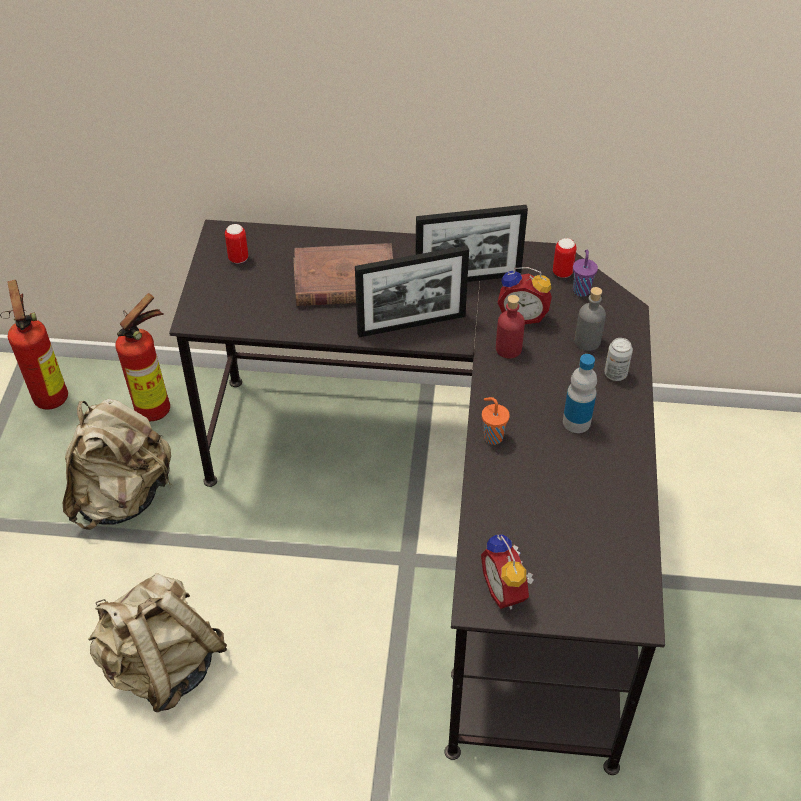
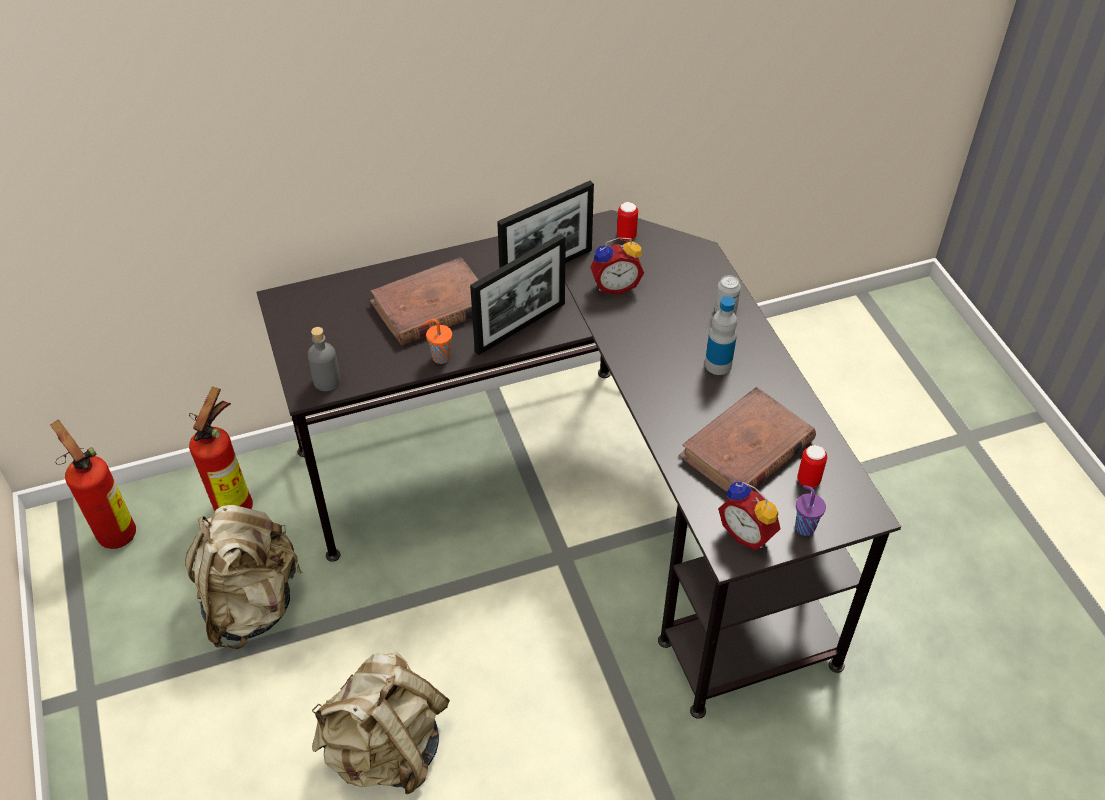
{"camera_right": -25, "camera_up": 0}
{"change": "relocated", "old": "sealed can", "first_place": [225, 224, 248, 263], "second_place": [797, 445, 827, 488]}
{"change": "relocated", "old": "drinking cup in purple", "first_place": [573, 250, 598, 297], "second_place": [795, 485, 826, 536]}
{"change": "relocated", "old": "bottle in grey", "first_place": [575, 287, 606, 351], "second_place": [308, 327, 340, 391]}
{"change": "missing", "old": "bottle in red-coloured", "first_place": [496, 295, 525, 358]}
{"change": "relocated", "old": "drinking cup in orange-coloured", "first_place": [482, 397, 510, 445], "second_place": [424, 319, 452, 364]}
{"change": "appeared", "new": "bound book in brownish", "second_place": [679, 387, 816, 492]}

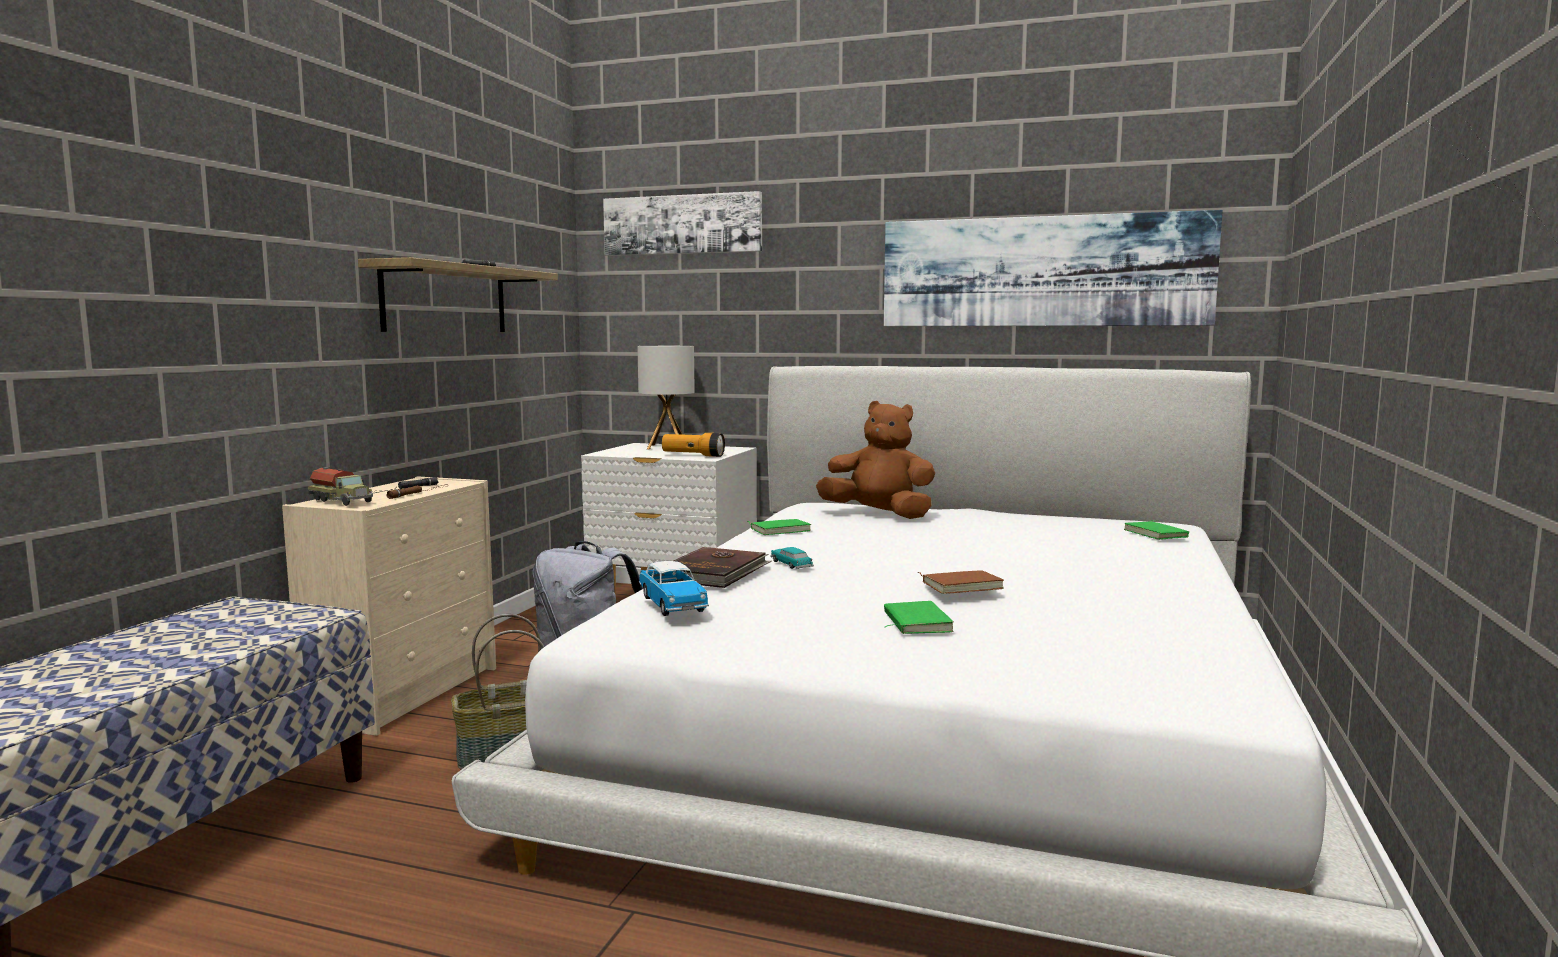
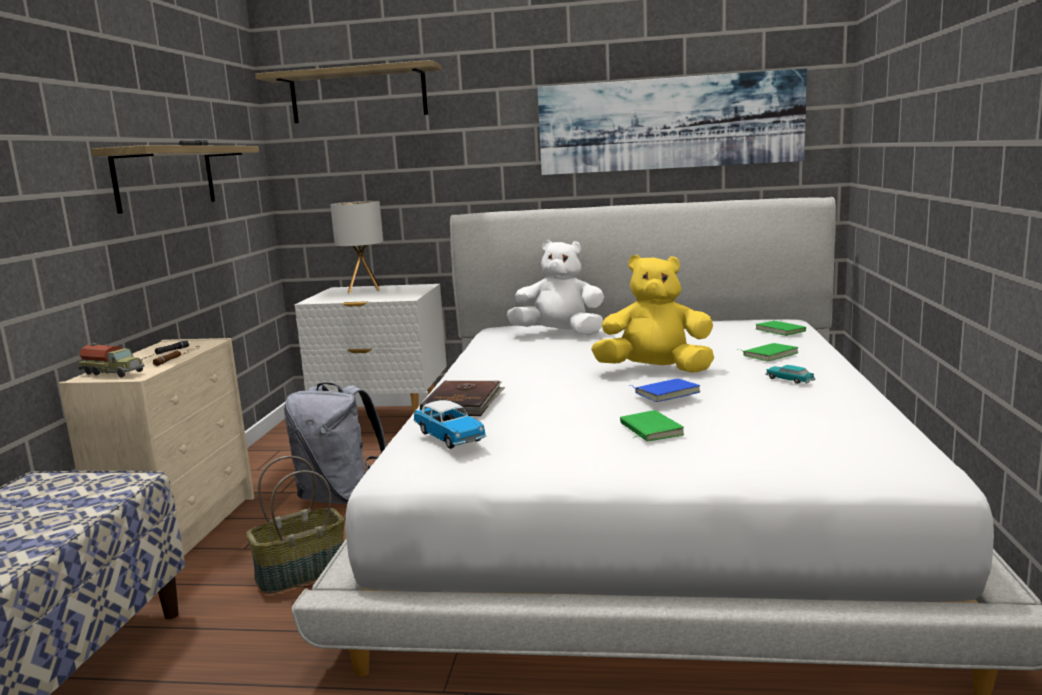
{"camera_right": -10, "camera_up": 5}
{"change": "exchanged", "old": "wall picture", "new": "wall shelf", "first_place": [603, 191, 762, 256], "second_place": [255, 60, 442, 123]}
{"change": "colour", "old": "soft toy in brownish", "new": "soft toy in white-coloured", "first_place": [816, 401, 935, 519], "second_place": [506, 240, 604, 335]}
{"change": "missing", "old": "torch", "first_place": [662, 433, 725, 457]}
{"change": "relocated", "old": "bound book in greenish", "first_place": [749, 519, 811, 535], "second_place": [737, 343, 798, 361]}
{"change": "relocated", "old": "miniature car", "first_place": [770, 547, 814, 569], "second_place": [765, 365, 816, 384]}
{"change": "colour", "old": "bound book in brownish", "new": "bound book in bluish", "first_place": [917, 570, 1004, 594], "second_place": [629, 379, 700, 402]}
{"change": "appeared", "new": "soft toy in yellowish", "second_place": [591, 255, 714, 373]}

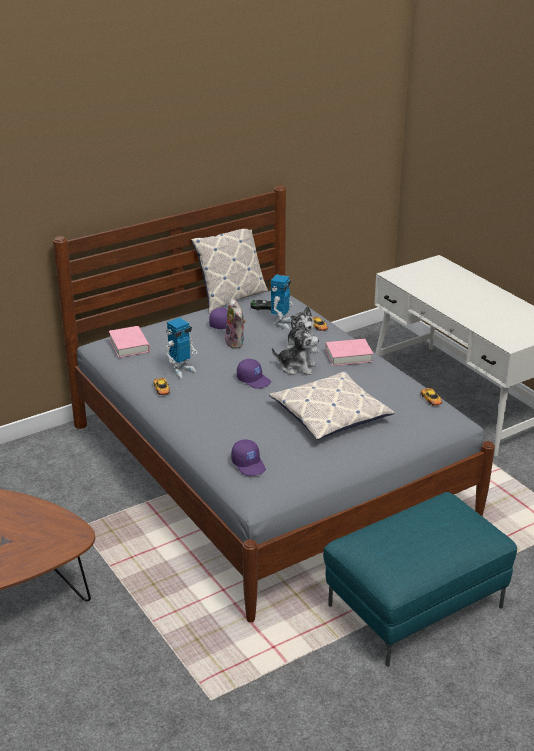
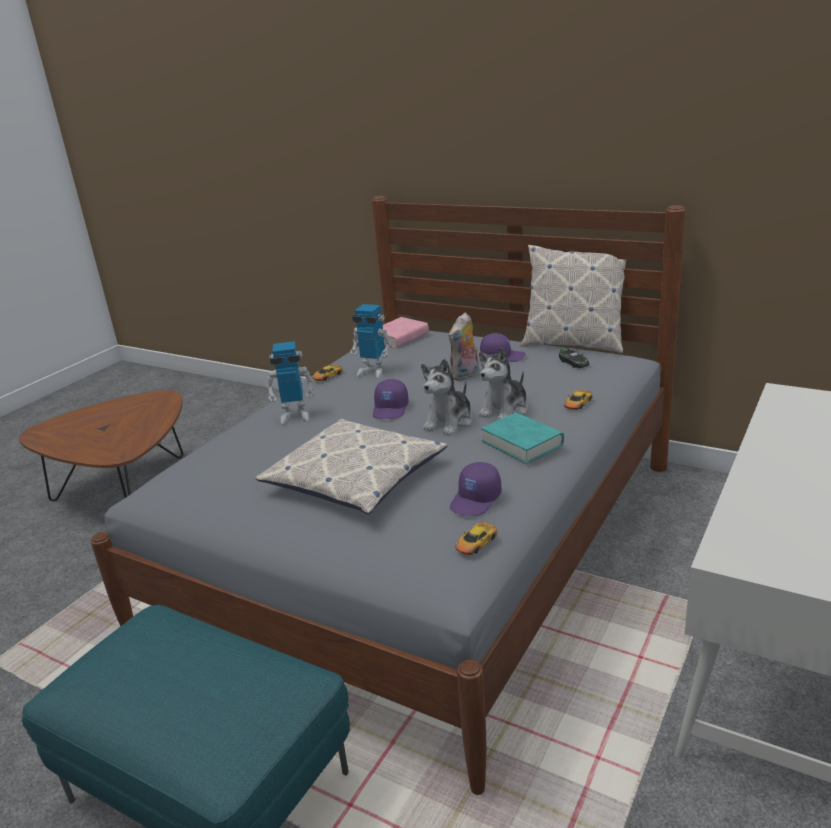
{"camera_right": 65, "camera_up": -5}
{"change": "relocated", "old": "robot figure", "first_place": [271, 275, 293, 329], "second_place": [267, 341, 315, 425]}
{"change": "spun", "old": "soft toy", "first_place": [272, 323, 319, 375], "second_place": [421, 359, 473, 435], "degrees": 45}
{"change": "colour", "old": "bound book in pinkish", "new": "bound book in blue-green", "first_place": [325, 339, 373, 366], "second_place": [481, 412, 564, 464]}
{"change": "relocated", "old": "baseball cap in purple", "first_place": [231, 439, 266, 476], "second_place": [450, 462, 502, 516]}

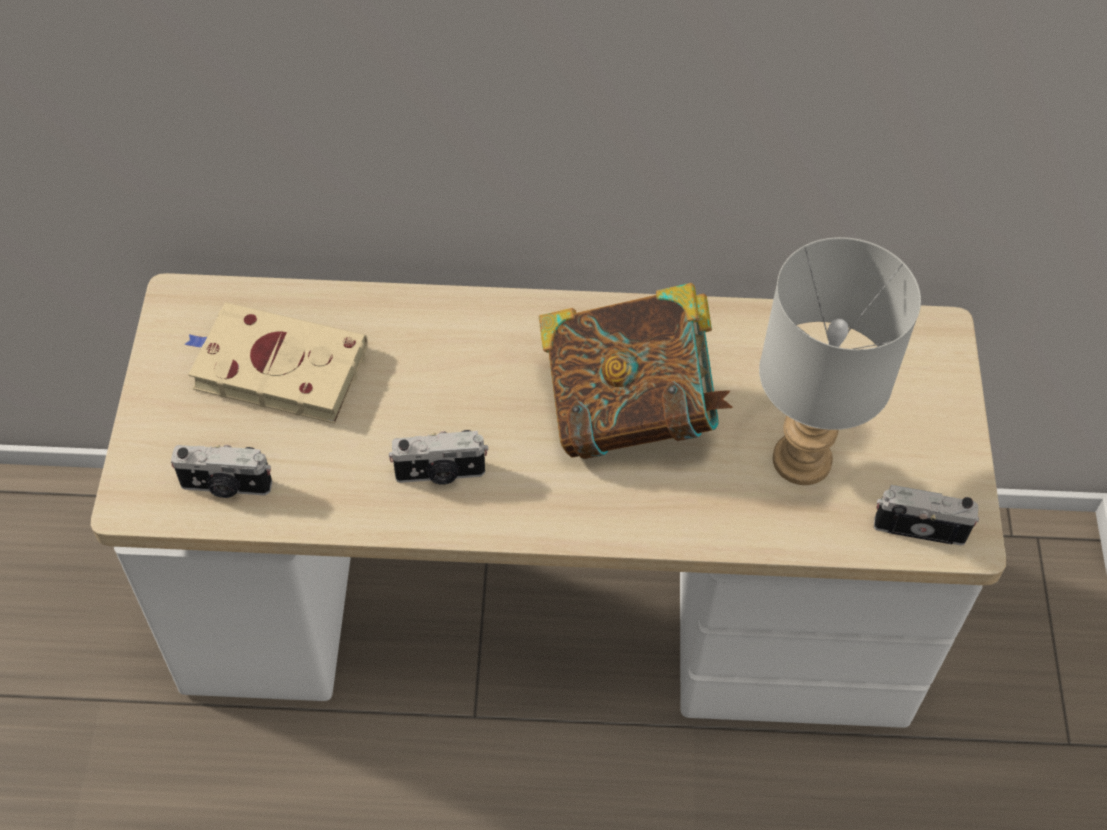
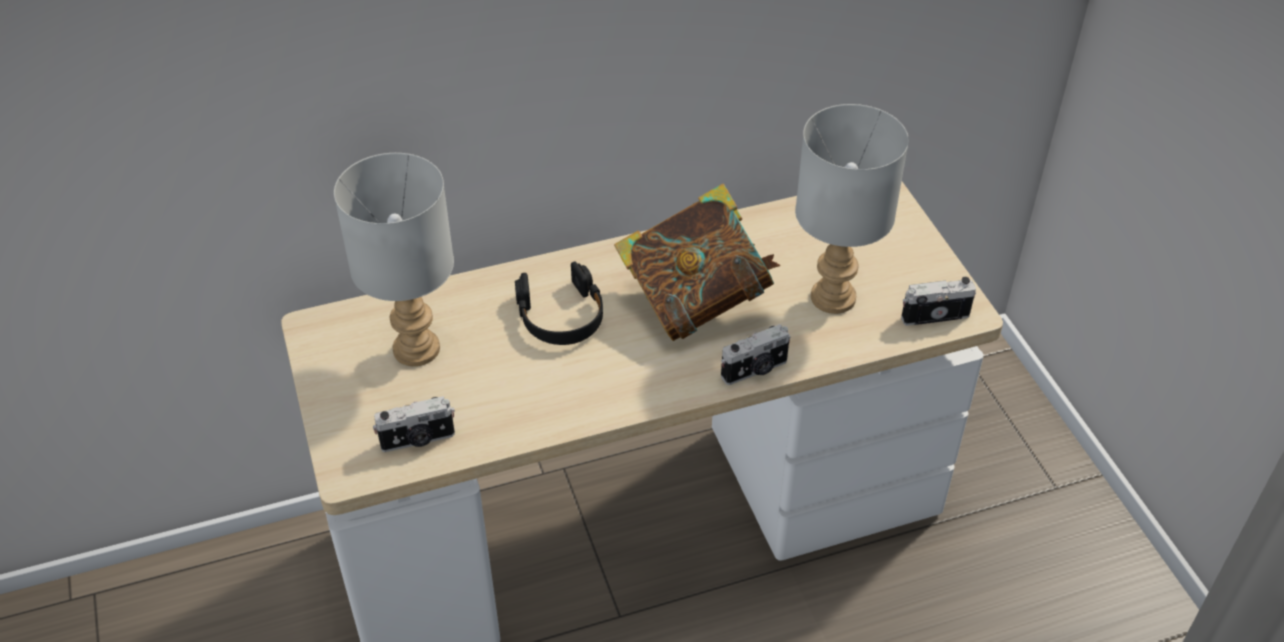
{"camera_right": -20, "camera_up": -10}
{"change": "exchanged", "old": "bound book in beige", "new": "table lamp in grey", "first_place": [184, 302, 368, 424], "second_place": [334, 153, 454, 366]}
{"change": "relocated", "old": "still camera", "first_place": [389, 430, 488, 485], "second_place": [721, 324, 790, 385]}
{"change": "appeared", "new": "headphones in blackish", "second_place": [515, 262, 603, 345]}

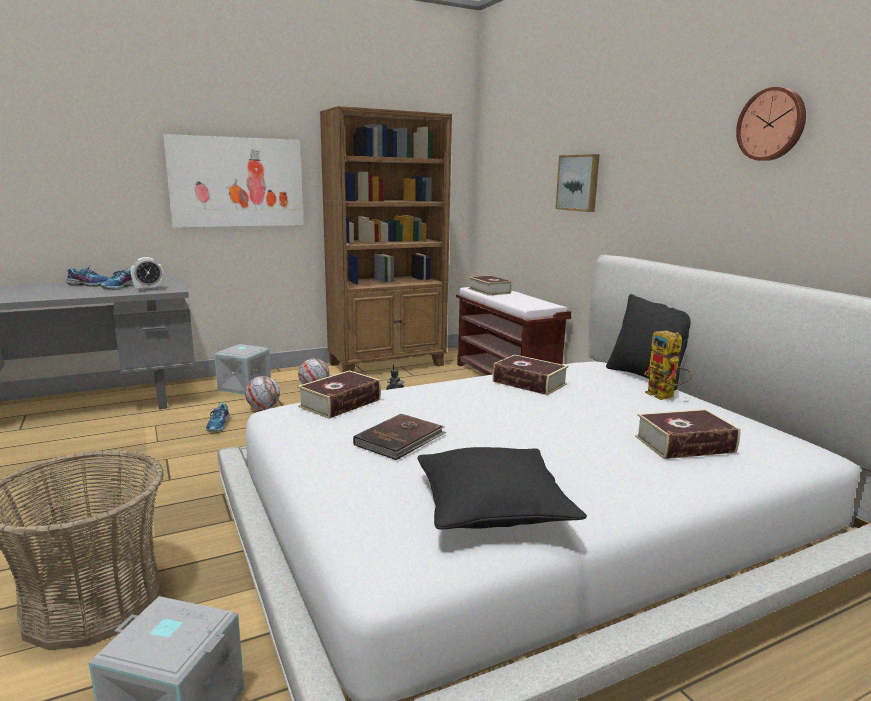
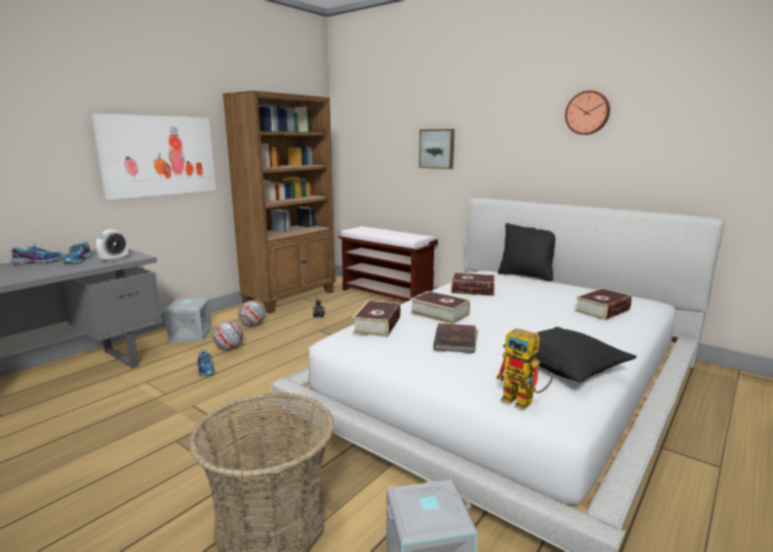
{"camera_right": -25, "camera_up": 0}
{"change": "relocated", "old": "bound book", "first_place": [468, 275, 512, 296], "second_place": [410, 291, 470, 324]}
{"change": "relocated", "old": "robot figure", "first_place": [644, 331, 692, 400], "second_place": [496, 328, 553, 409]}

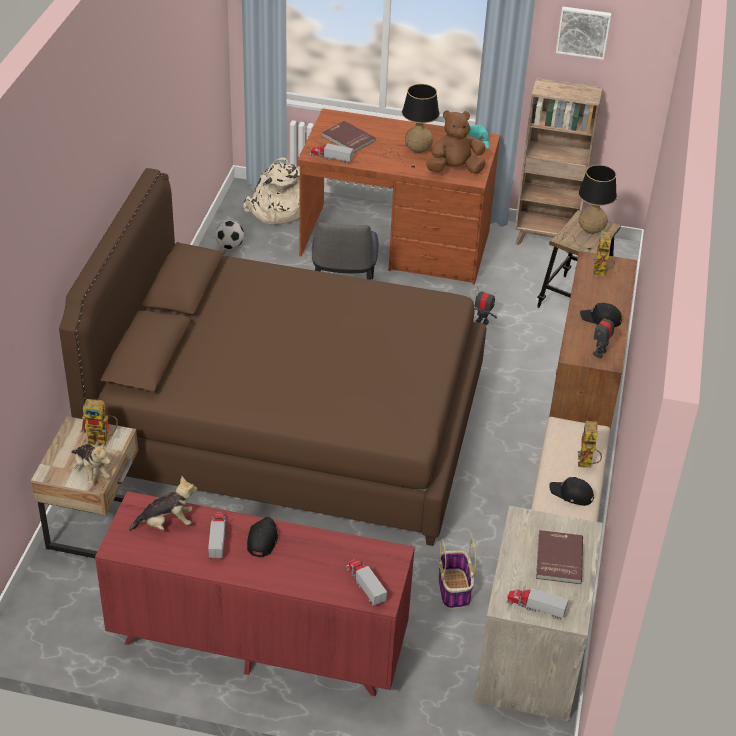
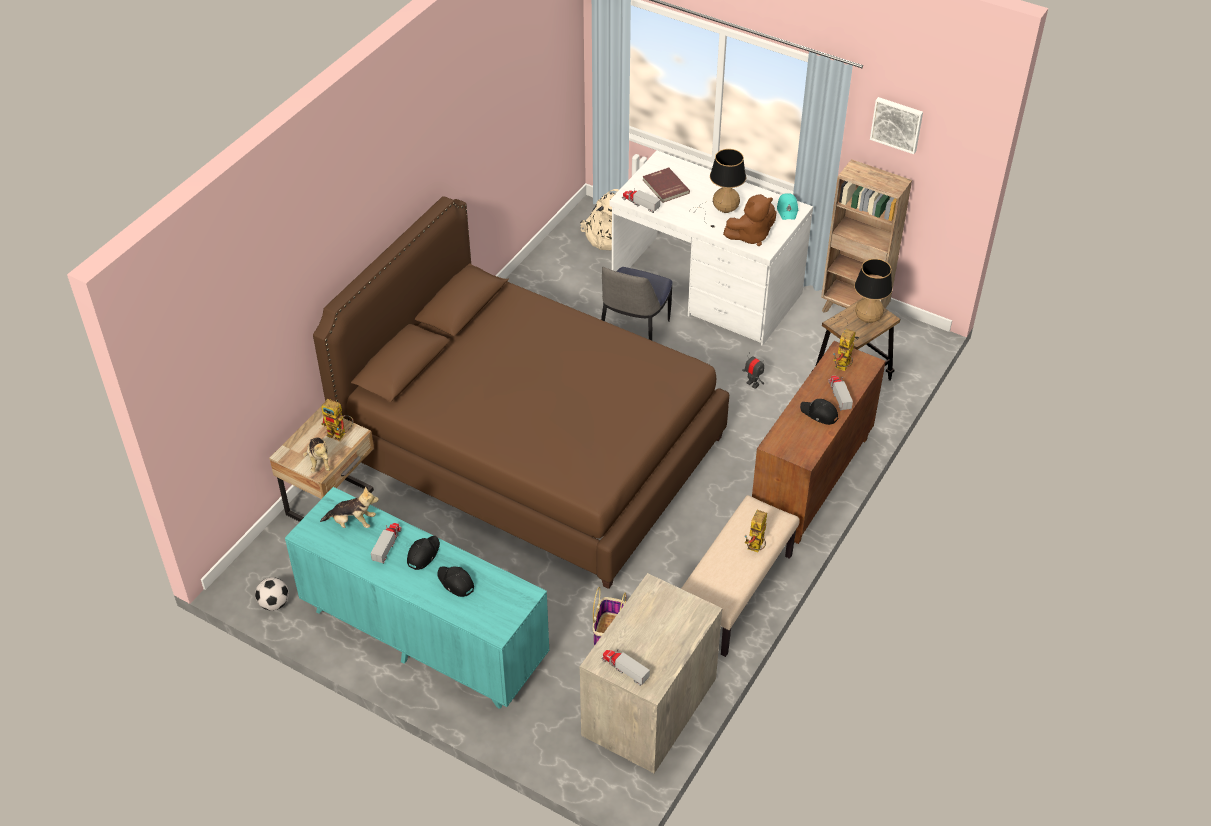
{"camera_right": 20, "camera_up": 5}
{"change": "colour", "old": "desk table in brownish", "new": "desk table in white-coloured", "first_place": [298, 108, 500, 285], "second_place": [609, 151, 813, 346]}
{"change": "spun", "old": "soft toy in brownish", "first_place": [426, 110, 486, 174], "second_place": [723, 194, 776, 246], "degrees": 150}
{"change": "relocated", "old": "football", "first_place": [216, 220, 244, 249], "second_place": [255, 577, 289, 611]}
{"change": "missing", "old": "robot figure", "first_place": [593, 310, 614, 359]}
{"change": "relocated", "old": "baseball cap in blackish", "first_place": [549, 477, 594, 506], "second_place": [437, 566, 474, 597]}
{"change": "colour", "old": "dresser in red-coloured", "new": "dresser in blue-green", "first_place": [95, 491, 415, 696], "second_place": [285, 487, 549, 709]}
{"change": "missing", "old": "bound book in red-coloured", "first_place": [536, 530, 583, 584]}
{"change": "relocated", "old": "toy lorry", "first_place": [346, 560, 387, 606], "second_place": [828, 375, 853, 411]}

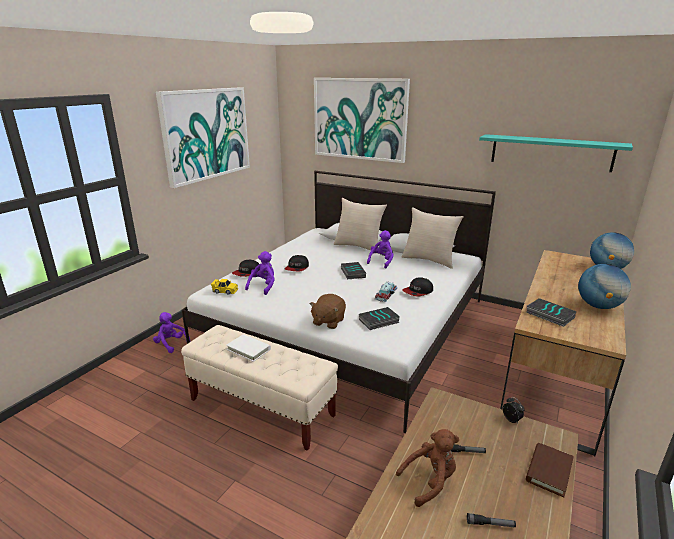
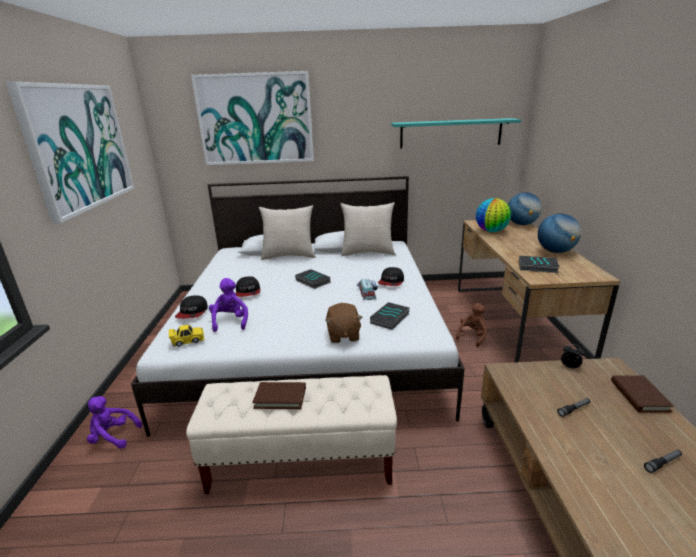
{"camera_right": -30, "camera_up": 0}
{"change": "missing", "old": "soft toy in purple", "first_place": [367, 230, 394, 268]}
{"change": "colour", "old": "bound book in white-coloured", "new": "bound book in brownish", "first_place": [226, 334, 271, 362], "second_place": [252, 382, 306, 409]}
{"change": "relocated", "old": "soft toy in brownish", "first_place": [396, 429, 459, 507], "second_place": [456, 303, 487, 347]}
{"change": "appeared", "new": "desk globe", "second_place": [476, 198, 511, 232]}

